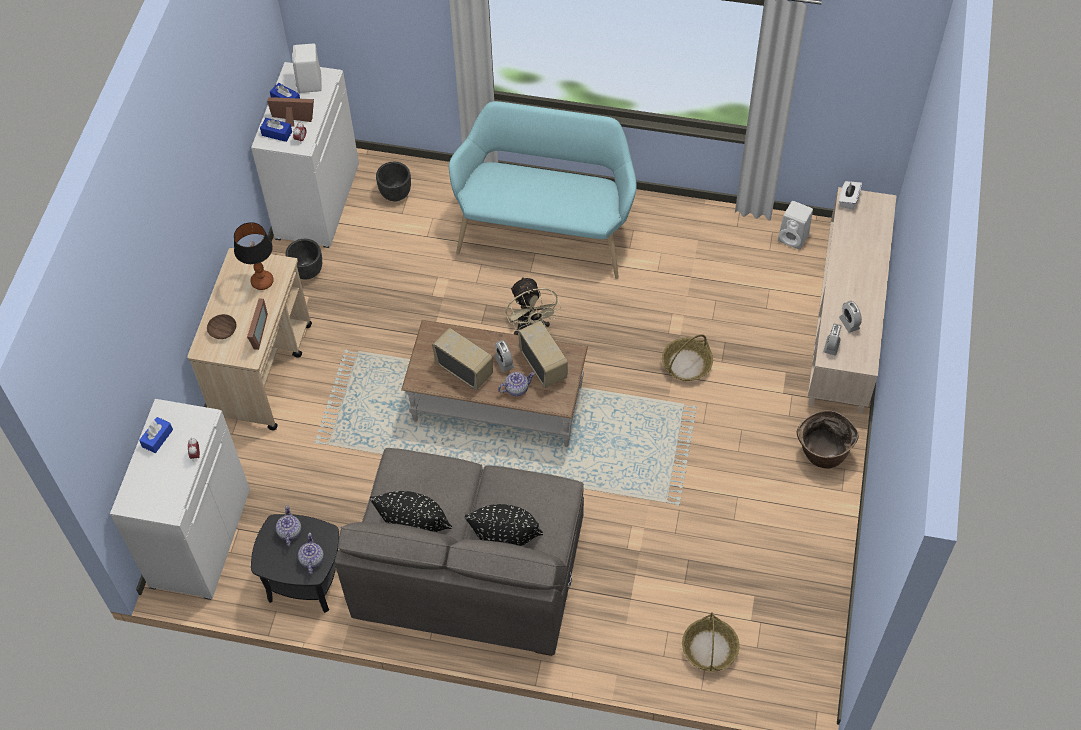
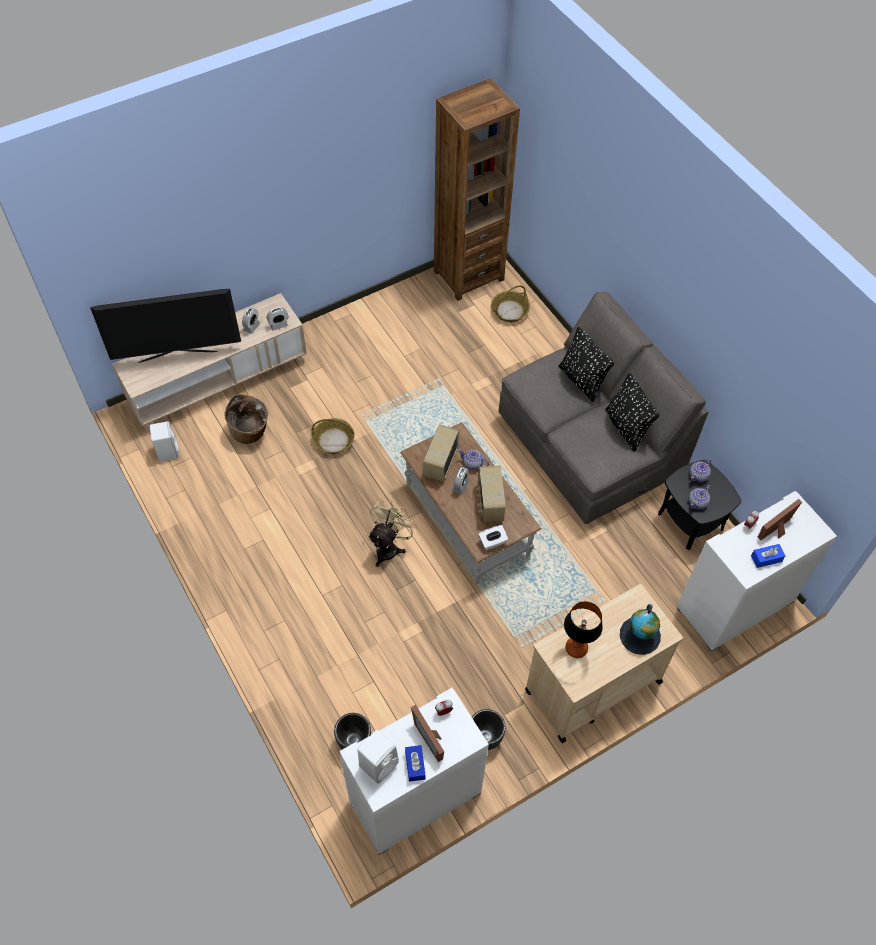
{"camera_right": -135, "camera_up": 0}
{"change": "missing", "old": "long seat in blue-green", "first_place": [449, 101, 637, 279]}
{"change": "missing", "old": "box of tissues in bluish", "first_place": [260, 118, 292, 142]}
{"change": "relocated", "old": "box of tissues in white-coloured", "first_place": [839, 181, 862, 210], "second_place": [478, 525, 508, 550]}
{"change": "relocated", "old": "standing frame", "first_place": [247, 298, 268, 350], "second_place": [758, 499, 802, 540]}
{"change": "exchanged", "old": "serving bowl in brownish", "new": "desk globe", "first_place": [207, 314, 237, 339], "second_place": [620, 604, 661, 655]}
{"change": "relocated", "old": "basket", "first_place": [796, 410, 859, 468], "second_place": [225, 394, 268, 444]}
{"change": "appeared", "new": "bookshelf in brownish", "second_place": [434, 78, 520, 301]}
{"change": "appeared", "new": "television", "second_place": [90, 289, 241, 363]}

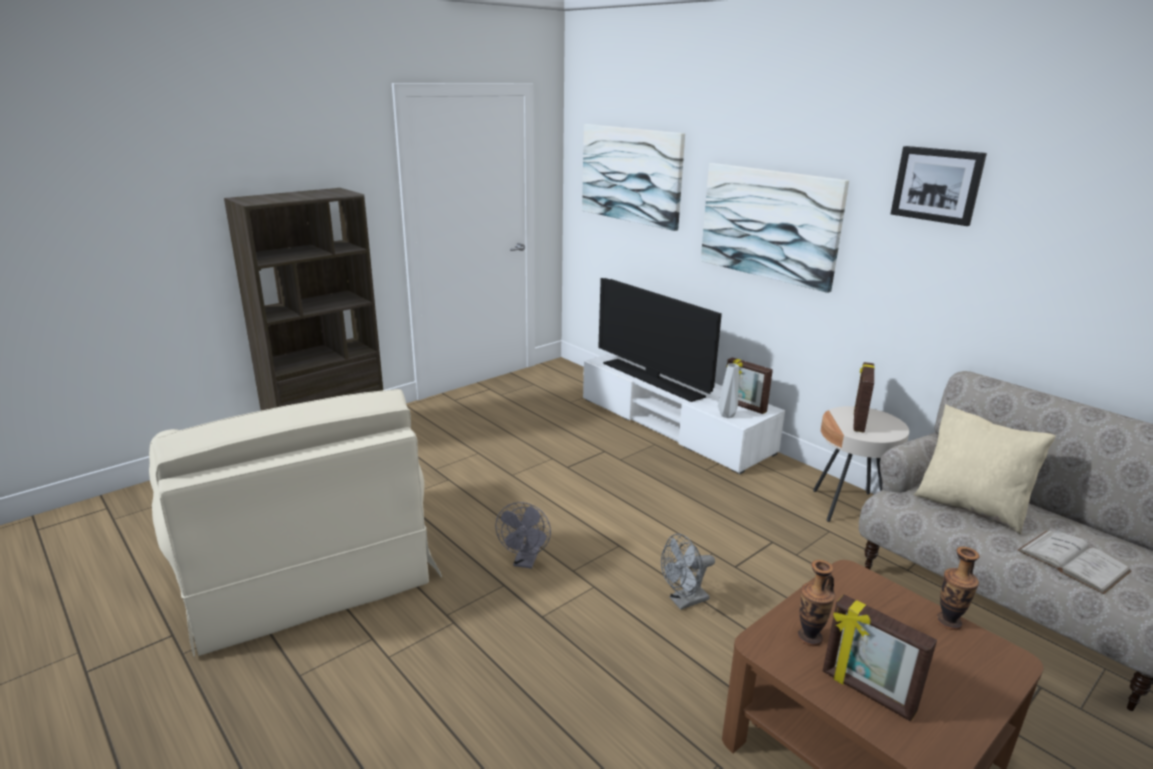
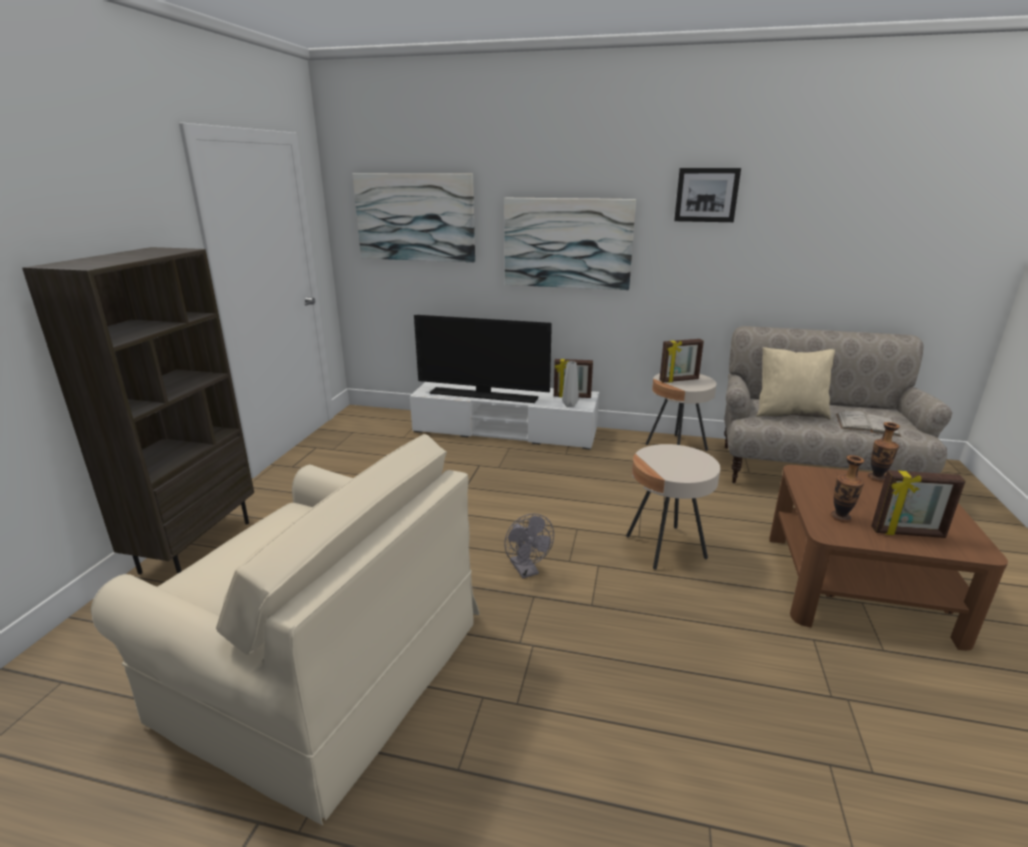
{"camera_right": -35, "camera_up": 0}
{"change": "spun", "old": "standing frame", "first_place": [853, 362, 875, 432], "second_place": [660, 339, 704, 383], "degrees": -90}
{"change": "exchanged", "old": "electric fan in grey", "new": "side table in beige", "first_place": [661, 534, 715, 610], "second_place": [626, 444, 720, 570]}

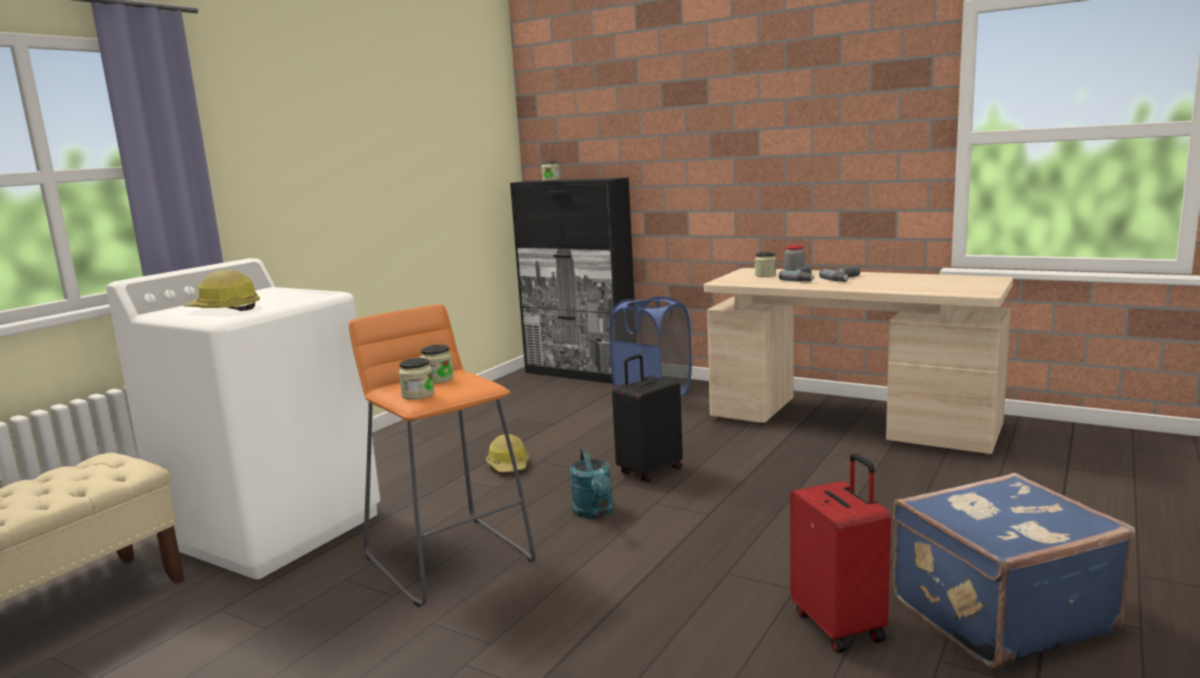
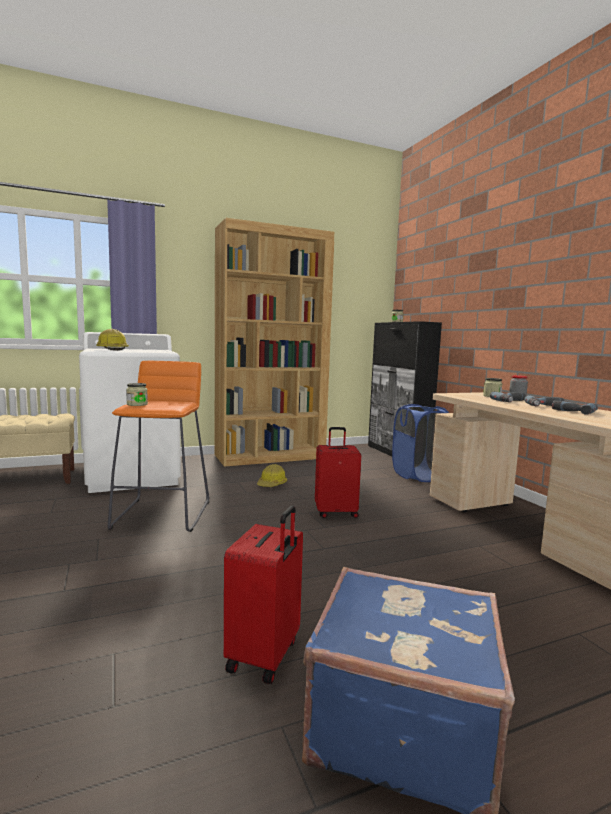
{"camera_right": 35, "camera_up": -5}
{"change": "missing", "old": "preserve jar", "first_place": [420, 345, 454, 384]}
{"change": "colour", "old": "piece of luggage in blackish", "new": "piece of luggage in red-coloured", "first_place": [612, 354, 683, 482], "second_place": [315, 427, 361, 518]}
{"change": "missing", "old": "sprinkling can in blue-green", "first_place": [570, 448, 614, 519]}
{"change": "appeared", "new": "bookshelf in brownish", "second_place": [215, 218, 334, 467]}
{"change": "appeared", "new": "power drill", "second_place": [552, 401, 598, 415]}

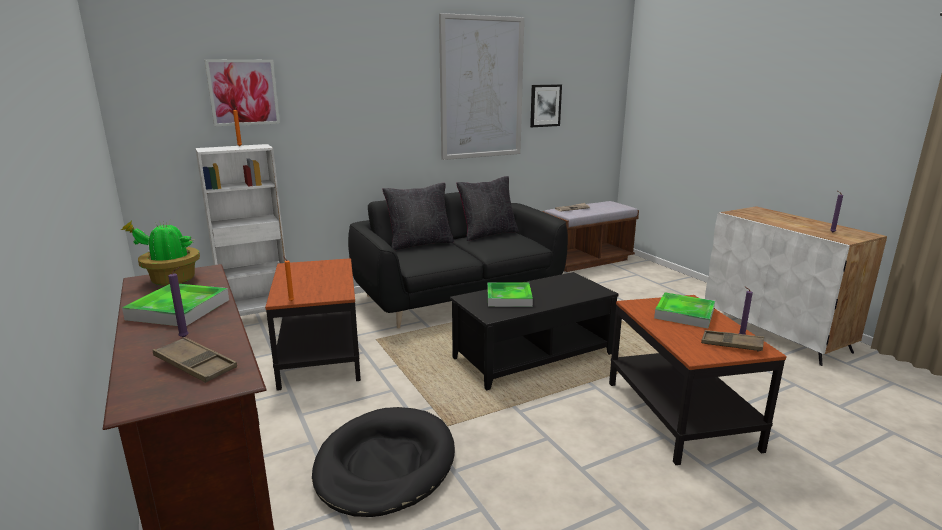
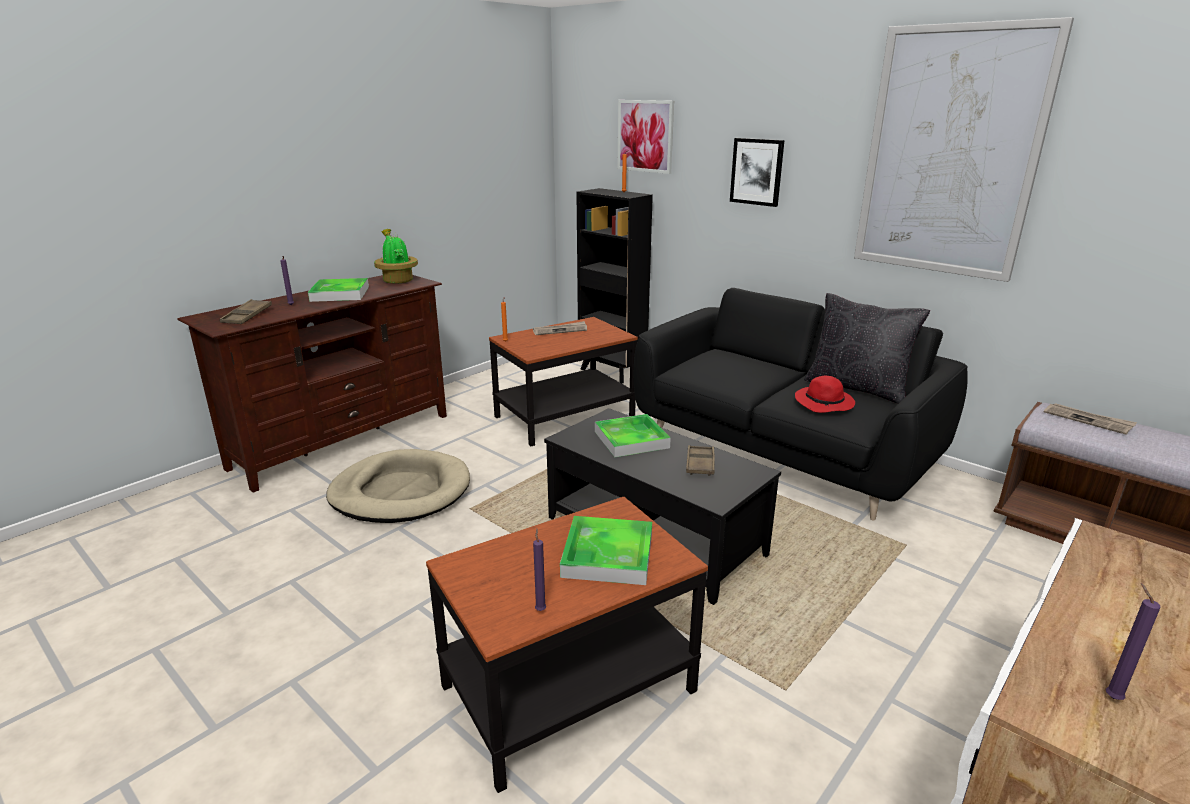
{"camera_right": 70, "camera_up": 5}
{"change": "relocated", "old": "wall picture", "first_place": [530, 84, 562, 127], "second_place": [730, 138, 785, 207]}
{"change": "colour", "old": "bookshelf in white-coloured", "new": "bookshelf in blackish", "first_place": [195, 144, 286, 320], "second_place": [576, 188, 653, 383]}
{"change": "missing", "old": "throw pillow in blackish", "first_place": [382, 183, 454, 250]}
{"change": "relocated", "old": "carrying tray in brownish", "first_place": [701, 330, 764, 352], "second_place": [686, 445, 715, 476]}
{"change": "colour", "old": "dog cushion in blackish", "new": "dog cushion in beige", "first_place": [312, 407, 455, 517], "second_place": [326, 449, 470, 523]}
{"change": "appeared", "new": "newspaper", "second_place": [533, 321, 587, 335]}
{"change": "appeared", "new": "clothing hat in red-coloured", "second_place": [795, 376, 855, 413]}

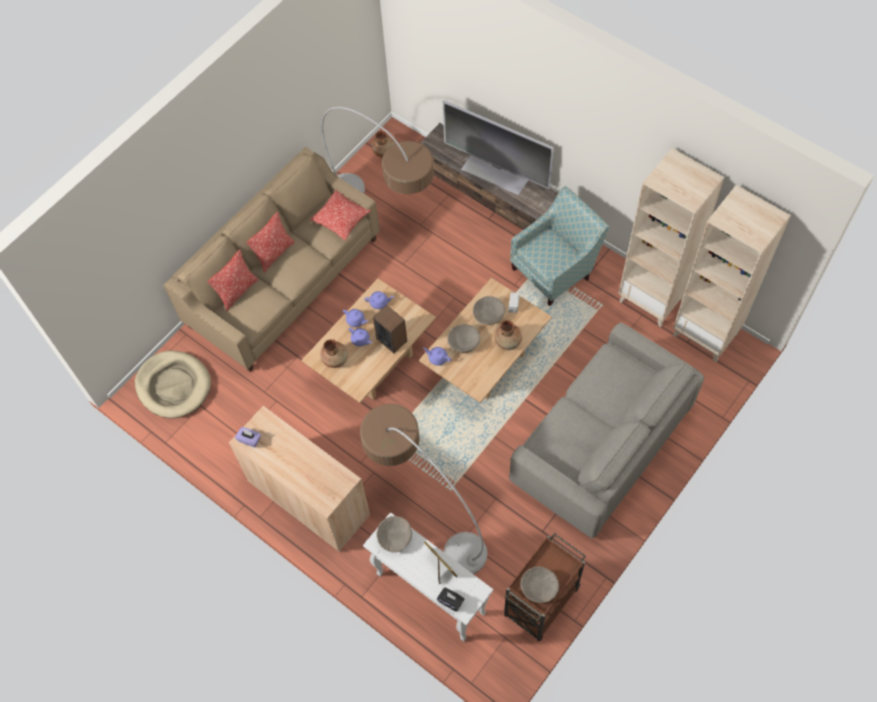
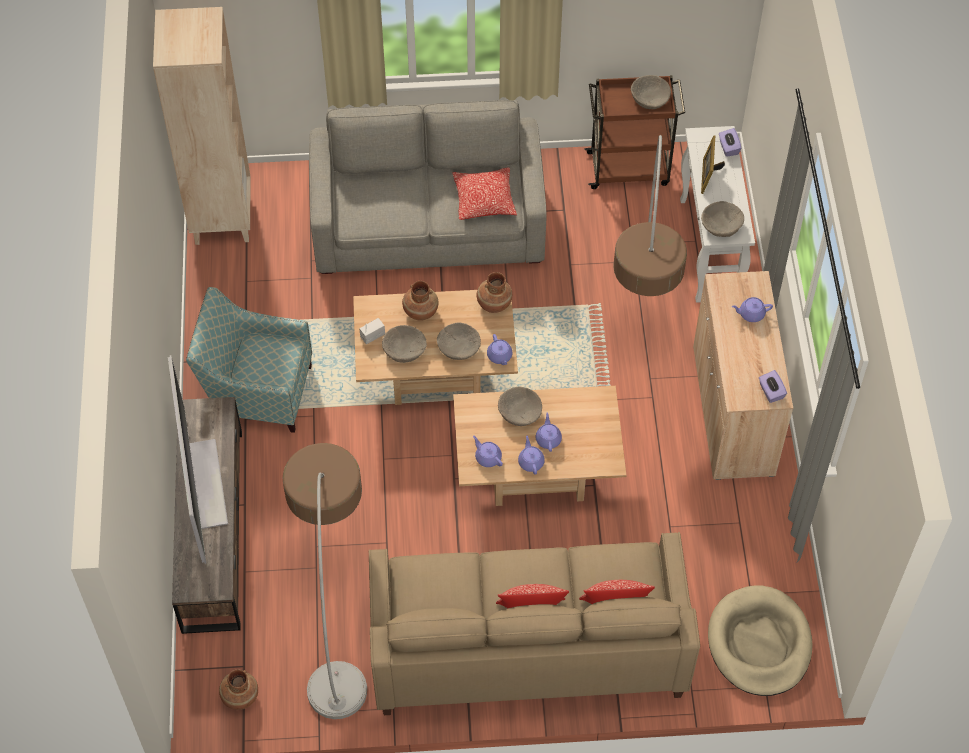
{"camera_right": -135, "camera_up": -5}
{"change": "missing", "old": "bookshelf in beige", "first_place": [618, 148, 724, 327]}
{"change": "relocated", "old": "throw pillow", "first_place": [309, 190, 371, 240], "second_place": [453, 167, 517, 220]}
{"change": "exchanged", "old": "loudspeaker", "new": "serving bowl in beige", "first_place": [373, 305, 407, 353], "second_place": [498, 386, 542, 426]}
{"change": "relocated", "old": "vase in brownish", "first_place": [320, 339, 348, 368], "second_place": [477, 272, 512, 313]}
{"change": "colour", "old": "box of tissues in blackish", "new": "box of tissues in purple", "first_place": [437, 587, 464, 611], "second_place": [719, 128, 742, 157]}
{"change": "appeared", "new": "tea pot in purple", "second_place": [732, 297, 773, 322]}

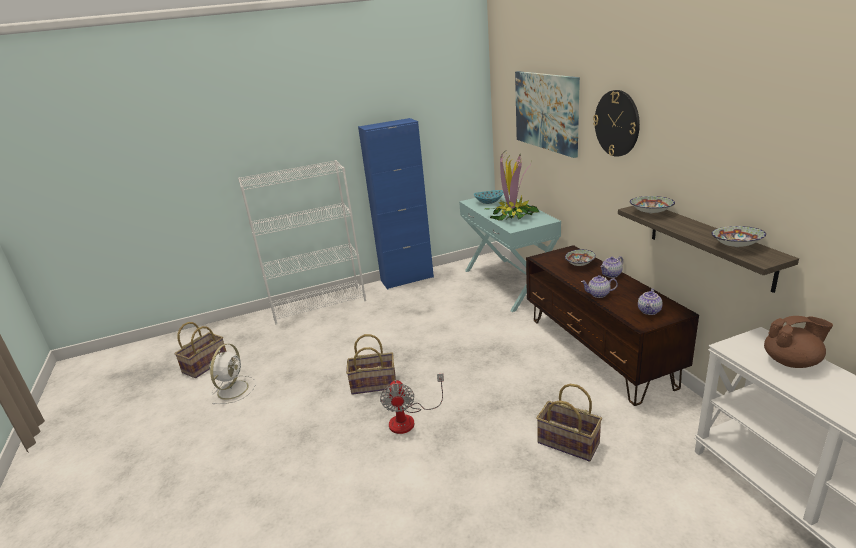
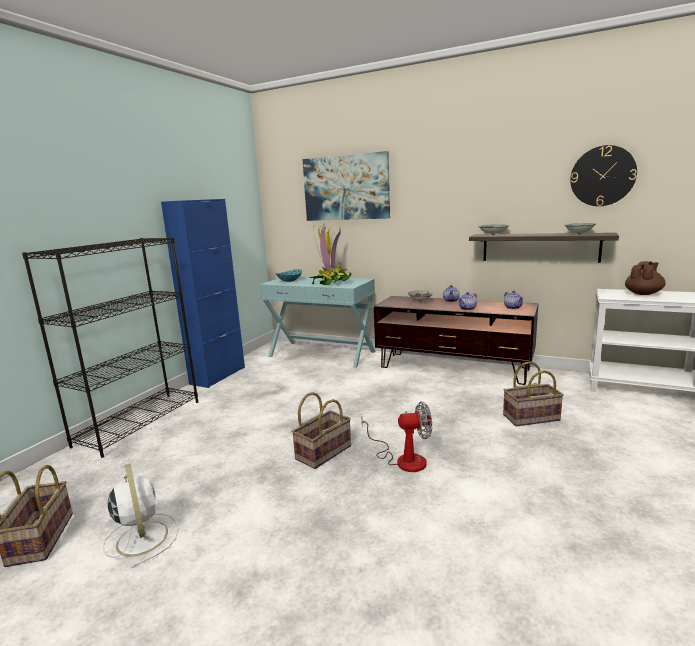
{"camera_right": -45, "camera_up": -10}
{"change": "relocated", "old": "hanging clock", "first_place": [593, 90, 640, 157], "second_place": [570, 145, 637, 206]}
{"change": "colour", "old": "bookshelf in white-coloured", "new": "bookshelf in blackish", "first_place": [238, 160, 366, 324], "second_place": [22, 238, 198, 458]}
{"change": "spun", "old": "electric fan", "first_place": [380, 373, 444, 434], "second_place": [361, 402, 432, 472], "degrees": -45}

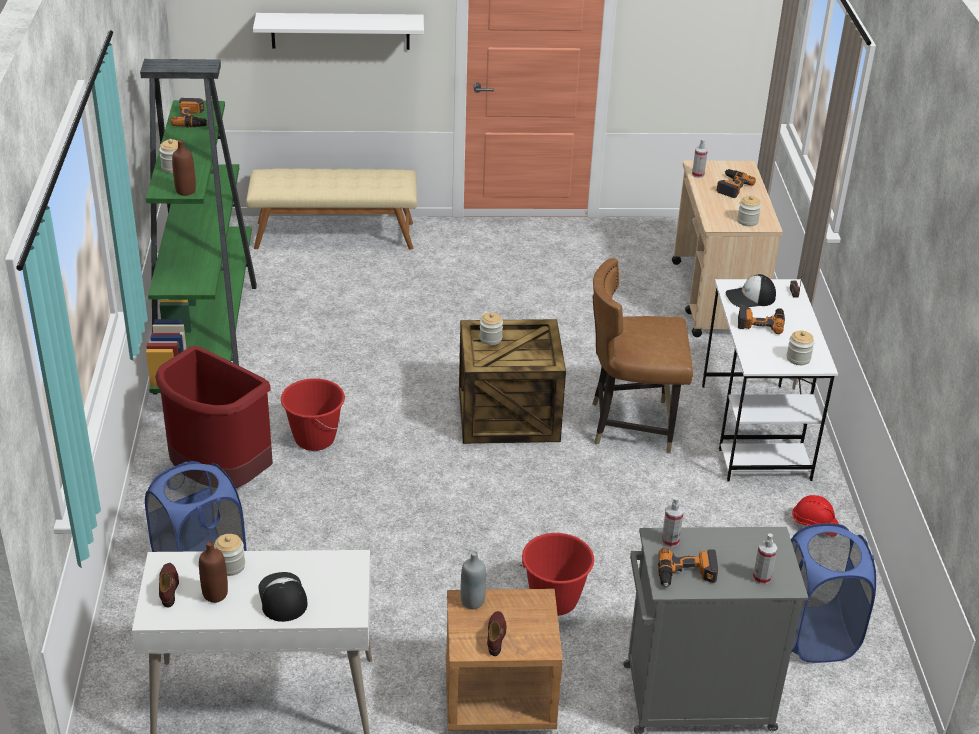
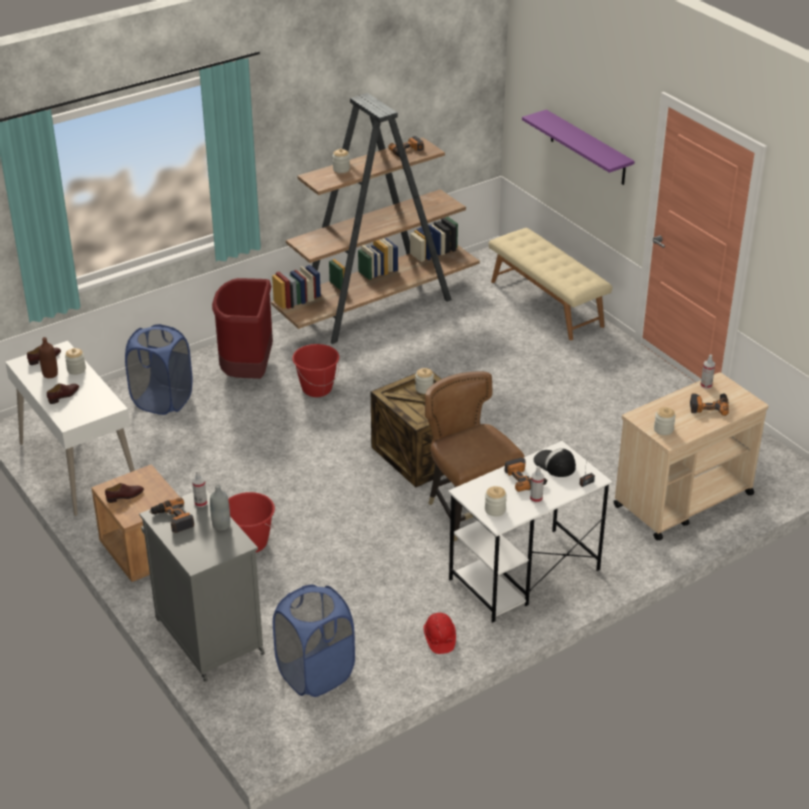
{"camera_right": 60, "camera_up": 0}
{"change": "colour", "old": "wall shelf in white-coloured", "new": "wall shelf in purple", "first_place": [253, 13, 424, 50], "second_place": [522, 109, 635, 185]}
{"change": "colour", "old": "bookshelf in greenish", "new": "bookshelf in brownish", "first_place": [140, 59, 257, 394], "second_place": [271, 93, 480, 344]}
{"change": "missing", "old": "bottle in brownish", "first_place": [172, 140, 196, 196]}
{"change": "relocated", "old": "sprayer", "first_place": [753, 533, 777, 585], "second_place": [530, 466, 544, 503]}
{"change": "relocated", "old": "bottle in grey", "first_place": [461, 551, 486, 609], "second_place": [210, 485, 230, 530]}
{"change": "exchanged", "old": "baseball cap", "new": "item of footwear in brownish", "first_place": [258, 572, 308, 622], "second_place": [47, 383, 79, 404]}

